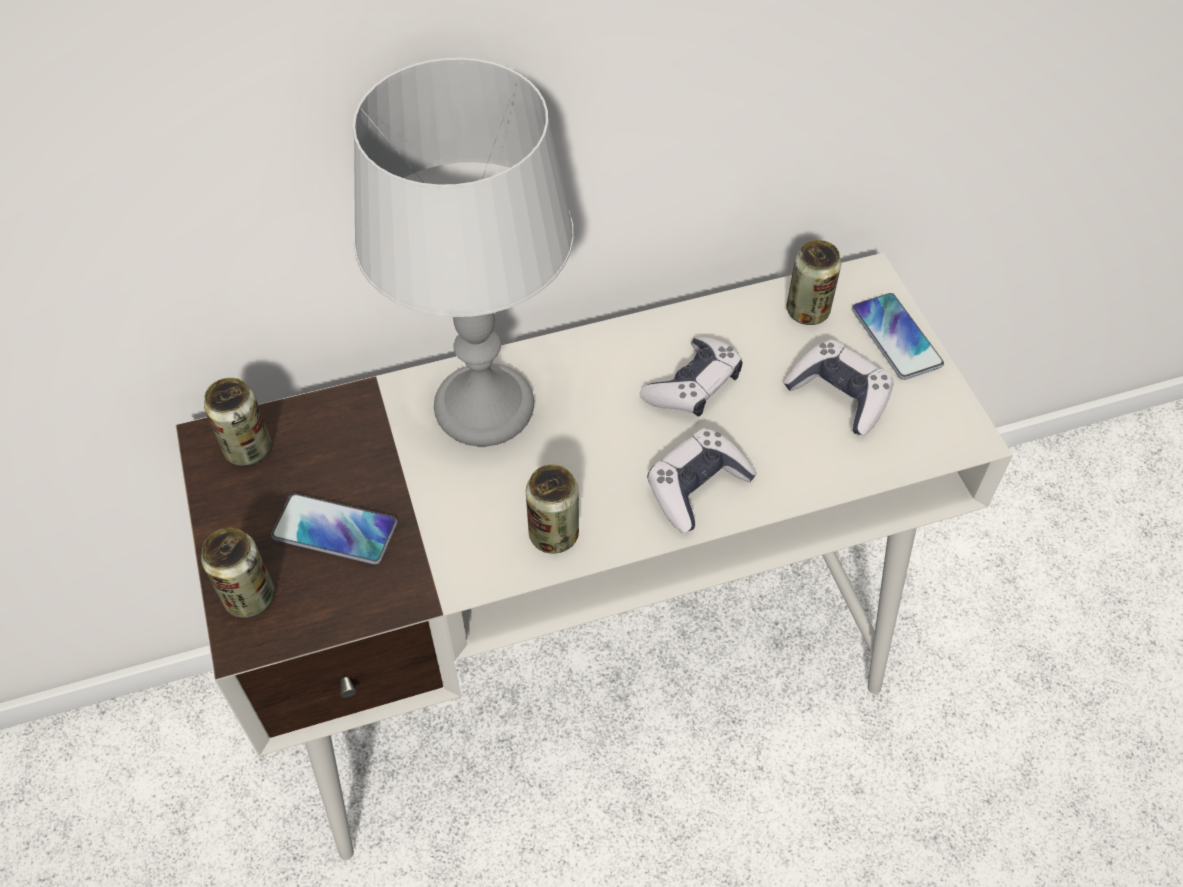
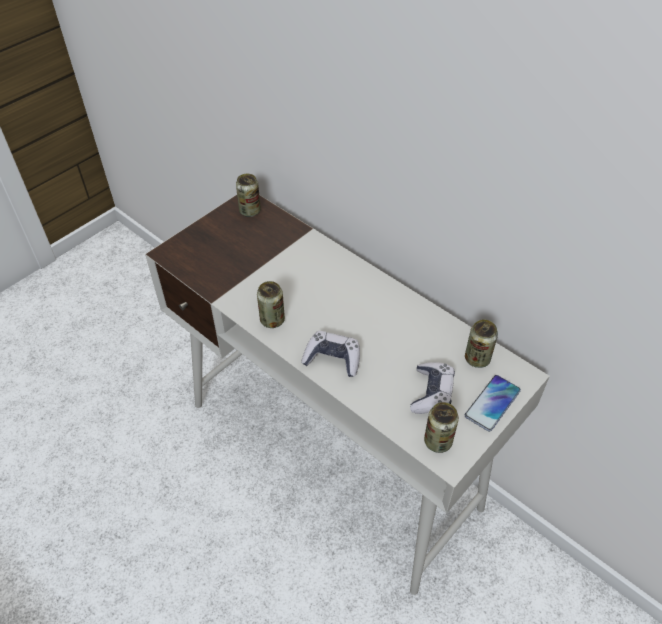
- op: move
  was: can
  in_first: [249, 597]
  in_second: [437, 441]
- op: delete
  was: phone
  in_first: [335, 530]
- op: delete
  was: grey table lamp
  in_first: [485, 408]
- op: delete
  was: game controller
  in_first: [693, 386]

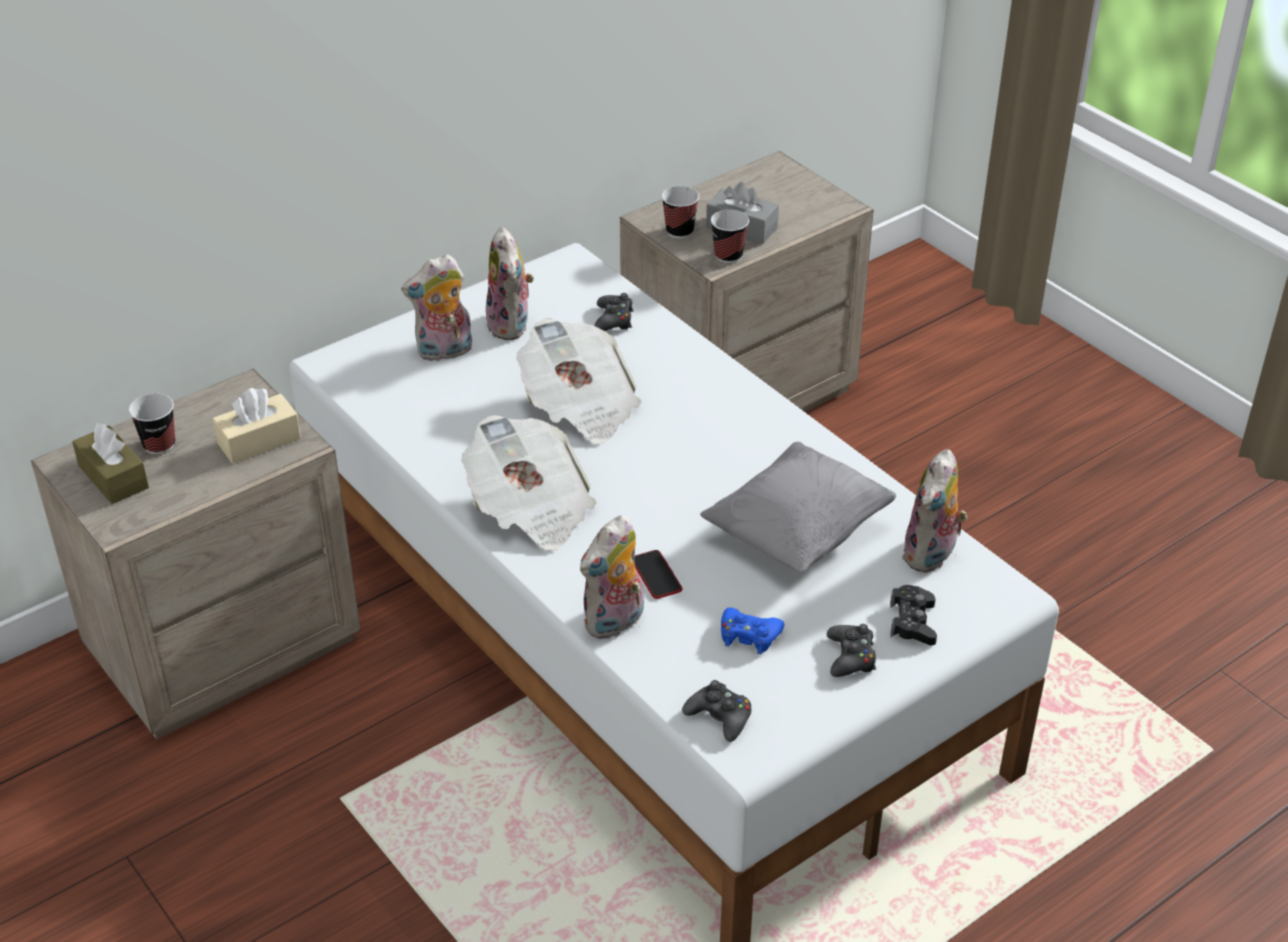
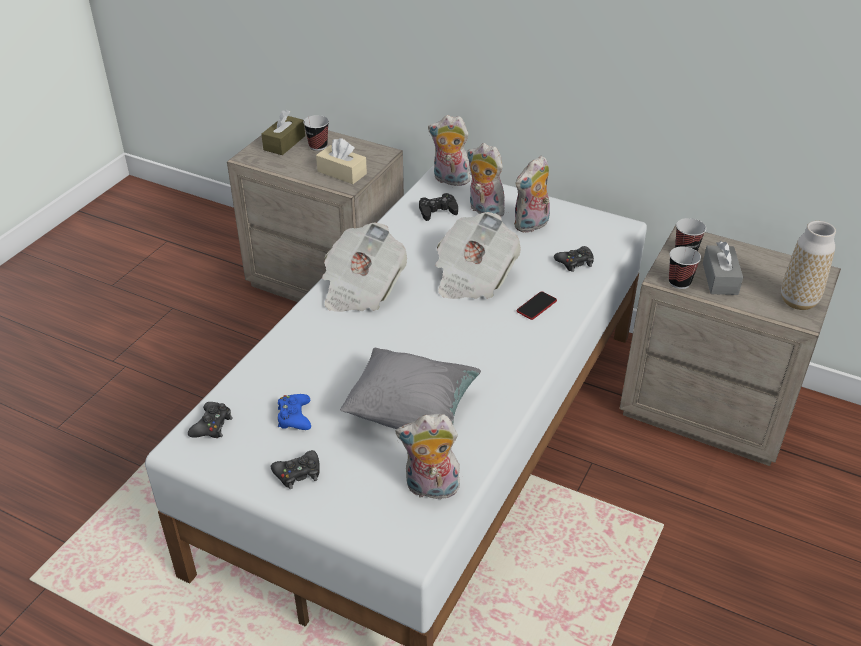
- op: move
  was: plush toy
  in_first: [615, 623]
  in_second: [449, 180]
- op: move
  was: phone
  in_first: [656, 575]
  in_second: [536, 306]
- op: move
  was: black game controller
  in_first: [912, 622]
  in_second: [437, 211]
- op: insert
  now: vase
  in_second: [798, 301]

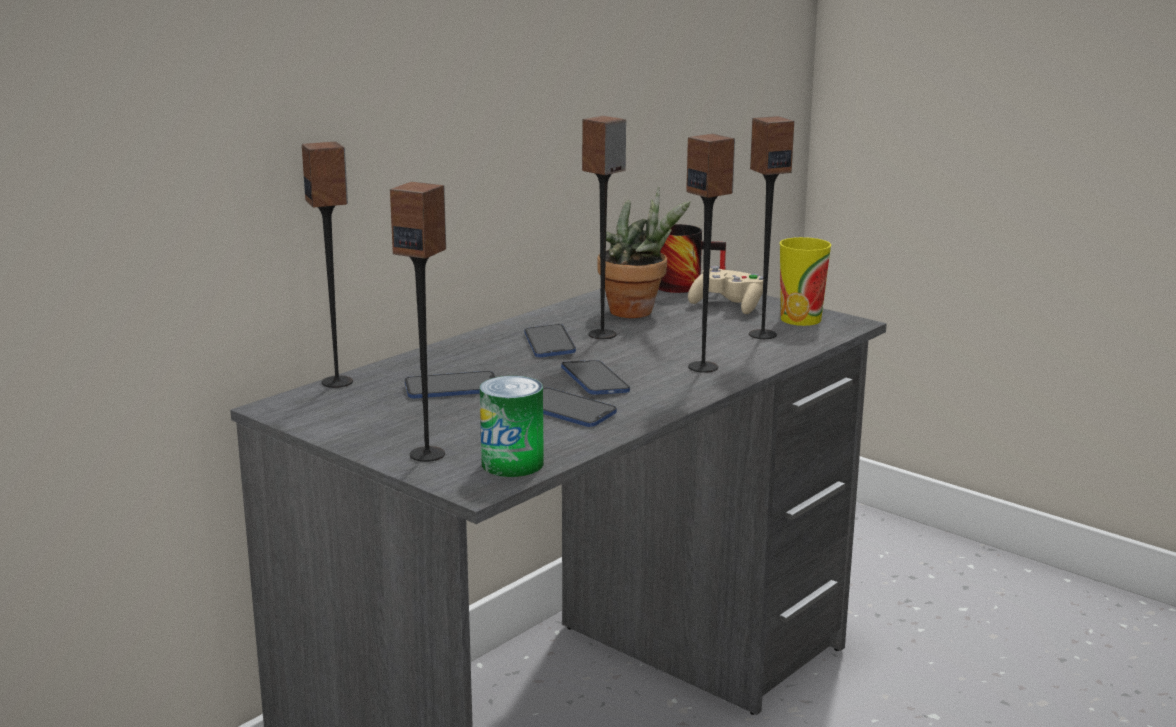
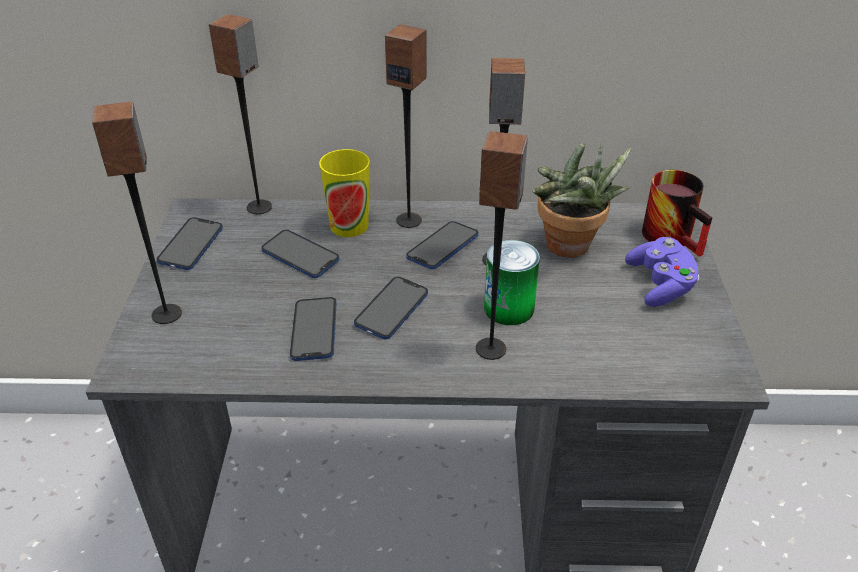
- op: move
  was: can
  in_first: [512, 464]
  in_second: [509, 308]
- op: recolor
  was: beige game controller
  now: purple game controller
  in_first: [728, 306]
  in_second: [660, 285]
- op: move
  was: speaker
  in_first: [762, 334]
  in_second: [409, 220]
- op: move
  was: cup
  in_first: [800, 319]
  in_second: [349, 226]
- op: insert
  now: phone
  in_second: [191, 245]

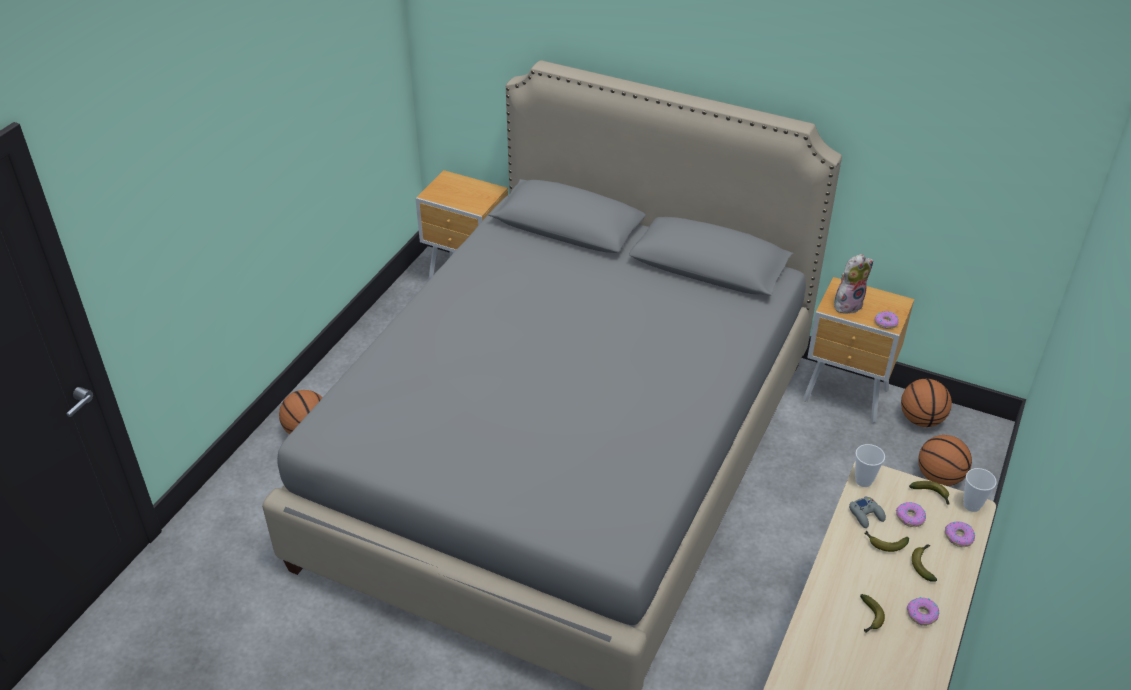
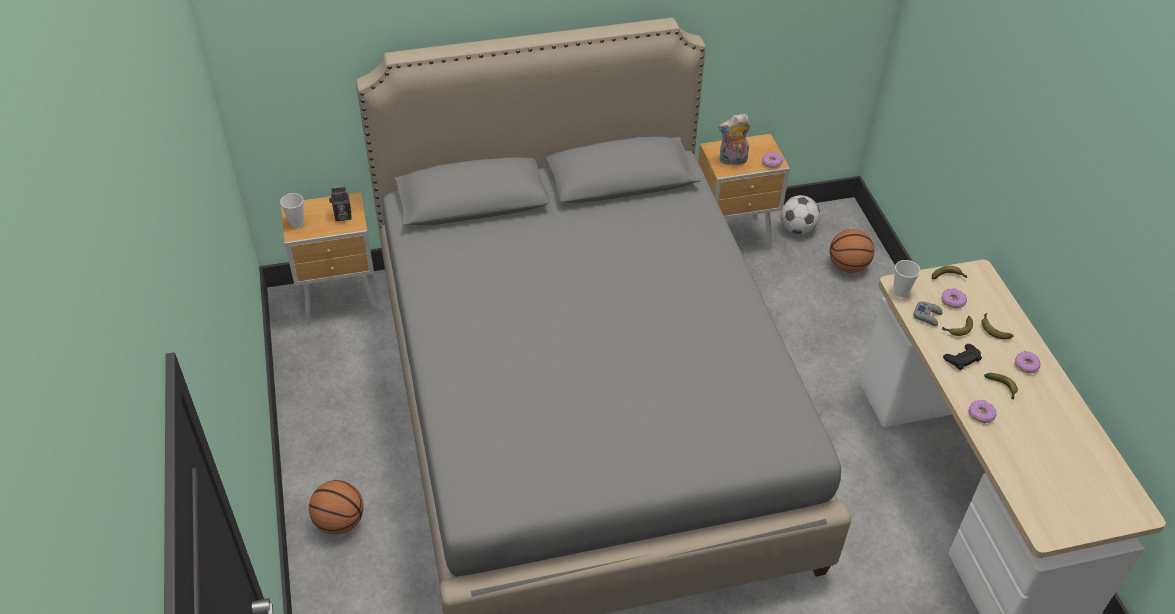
- op: rotate
  was: plush toy
  in_first: [848, 304]
  in_second: [732, 161]
  clockwise: -120
- op: replace
  was: basketball
  now: football
  in_first: [921, 419]
  in_second: [797, 229]
- op: move
  was: donut
  in_first: [958, 537]
  in_second: [981, 414]
- op: move
  was: cup
  in_first: [972, 505]
  in_second: [296, 223]
- op: insert
  now: photo camera
  in_second: [342, 216]
- op: insert
  now: black game controller
  in_second: [962, 359]

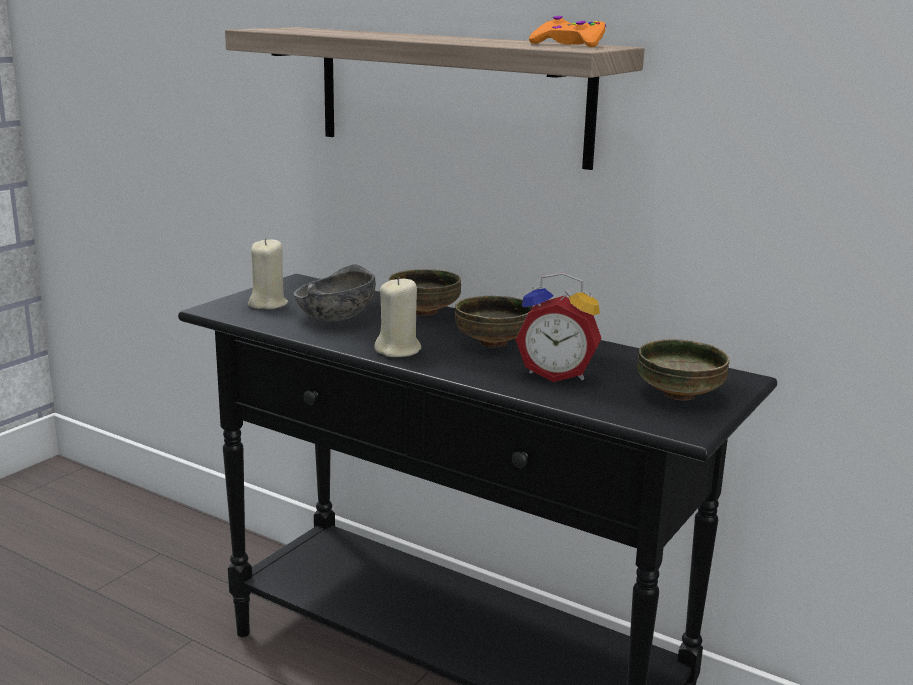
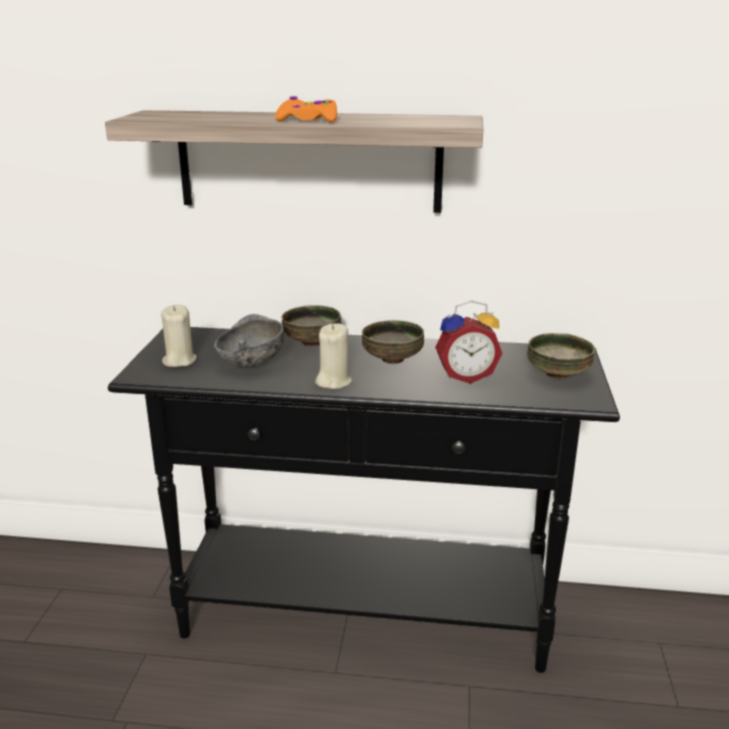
- op: move
  was: orange game controller
  in_first: [569, 44]
  in_second: [308, 120]

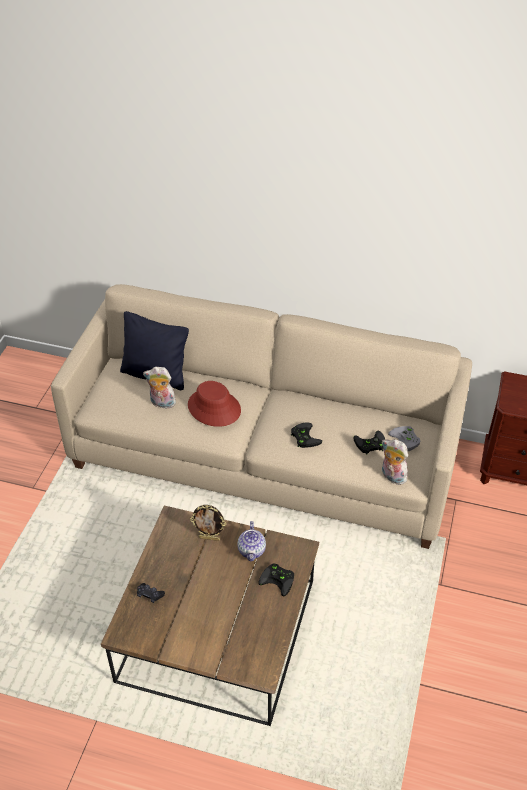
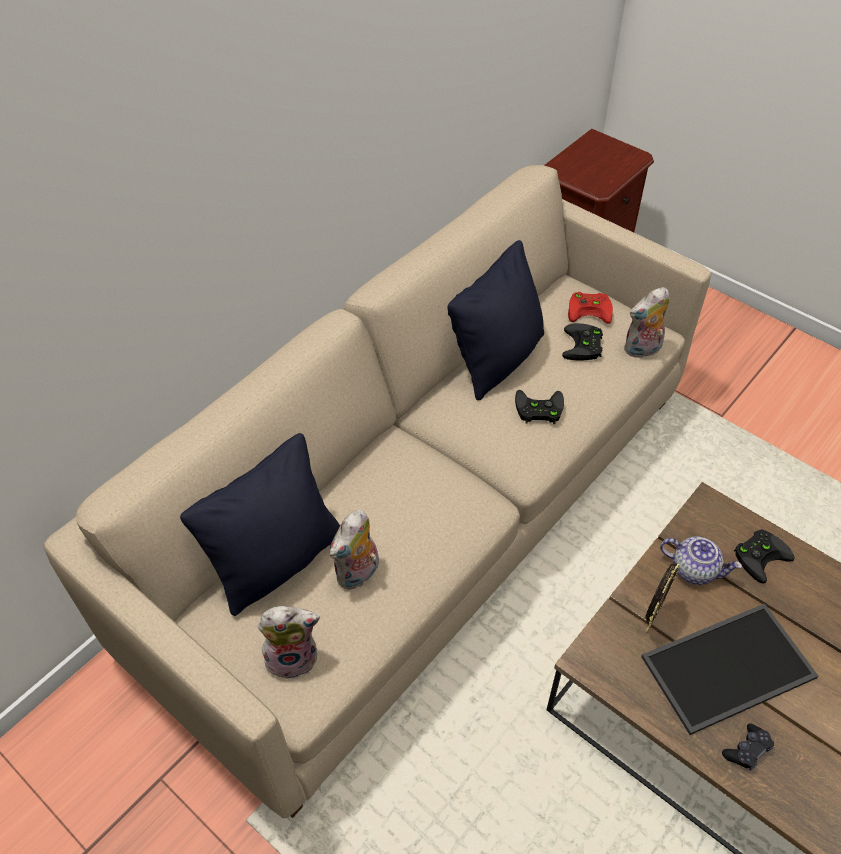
- op: delete
  was: red hat
  in_first: [214, 408]
- op: recolor
  was: grey game controller
  now: red game controller
  in_first: [406, 441]
  in_second: [590, 309]
- op: insert
  now: plush toy
  in_second: [293, 657]
- op: insert
  now: black pillow
  in_second: [497, 360]
- op: insert
  now: tray
  in_second: [728, 670]

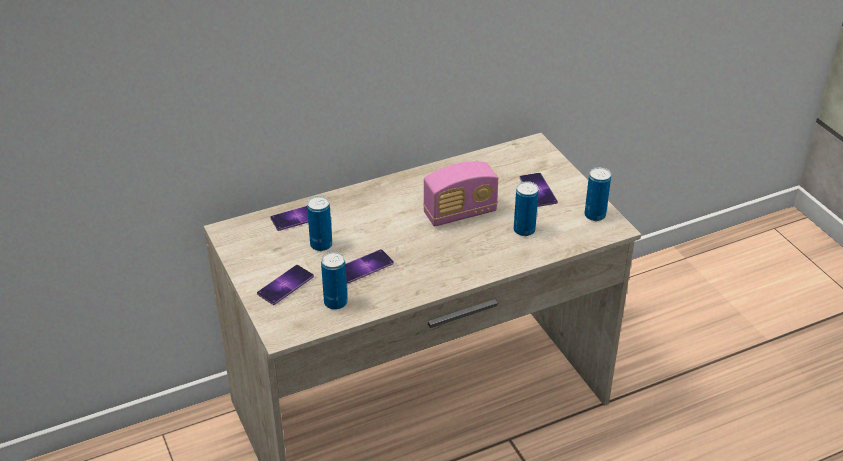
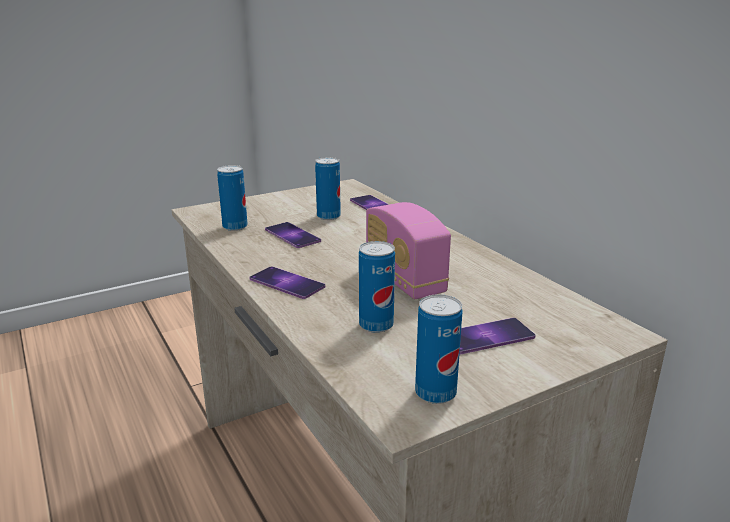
- op: move
  was: phone
  in_first: [285, 285]
  in_second: [287, 283]

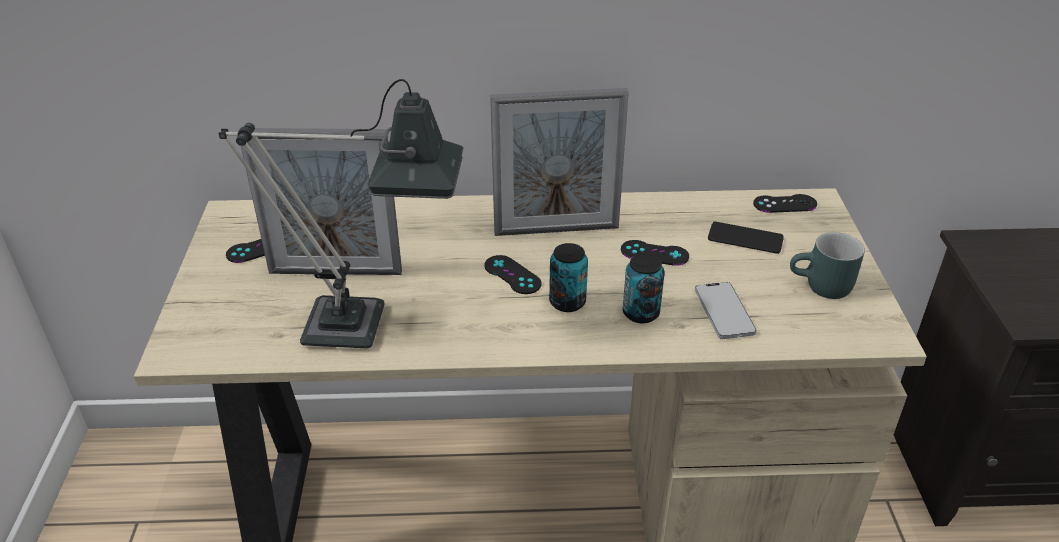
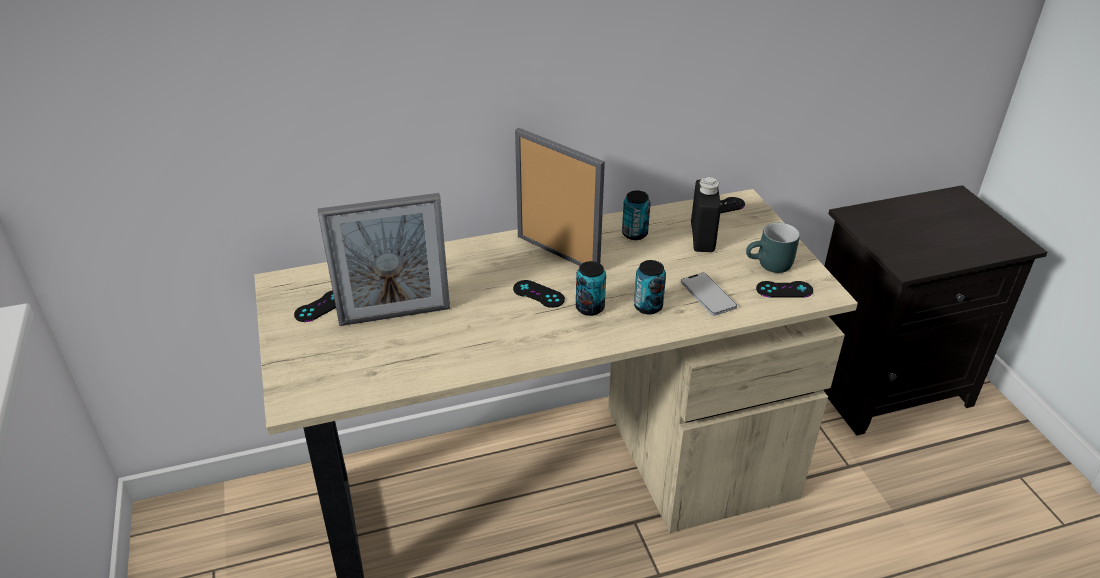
- op: delete
  was: table lamp
  in_first: [365, 327]
- op: rotate
  was: picture frame
  in_first: [556, 230]
  in_second: [557, 253]
  clockwise: -120
- op: move
  was: black game controller
  in_first: [654, 253]
  in_second: [784, 290]
- op: replace
  was: phone
  now: black bottle
  in_first: [745, 238]
  in_second: [702, 237]
- op: insert
  now: can
  in_second: [634, 234]

